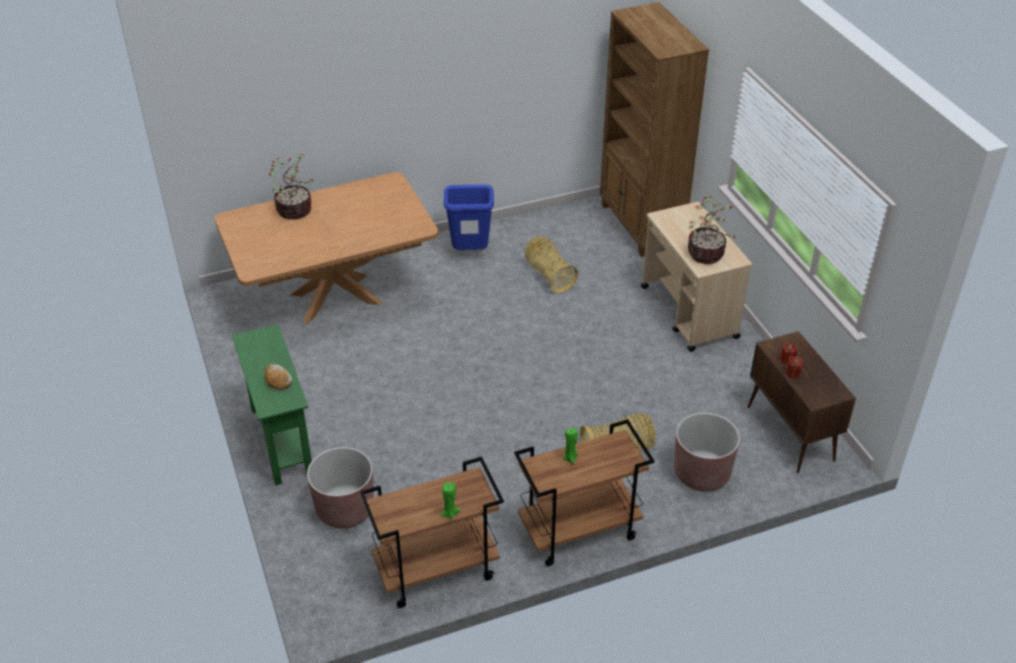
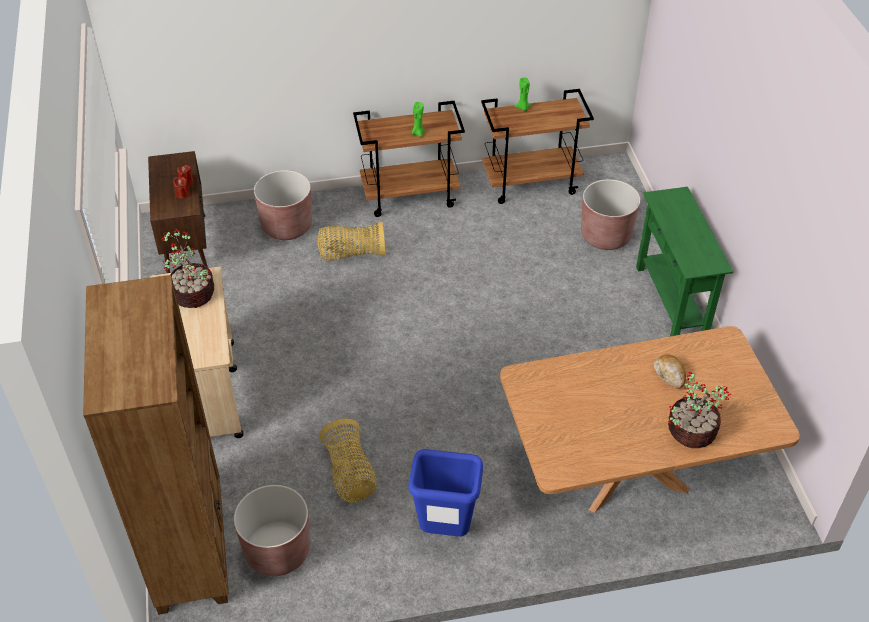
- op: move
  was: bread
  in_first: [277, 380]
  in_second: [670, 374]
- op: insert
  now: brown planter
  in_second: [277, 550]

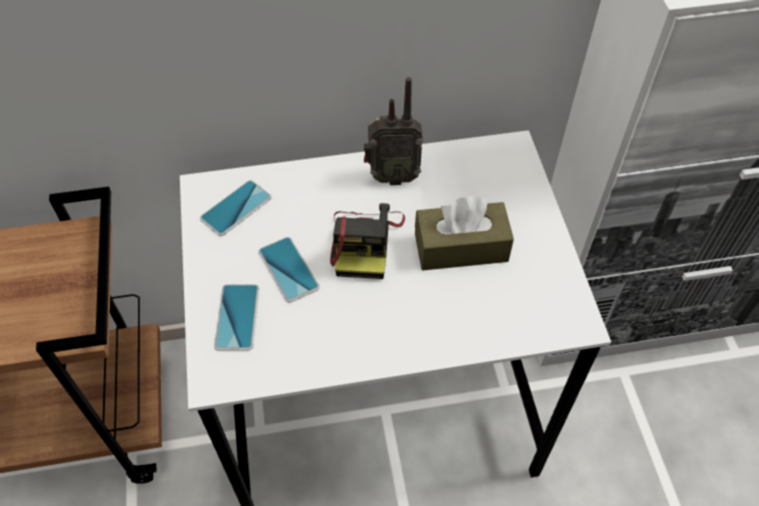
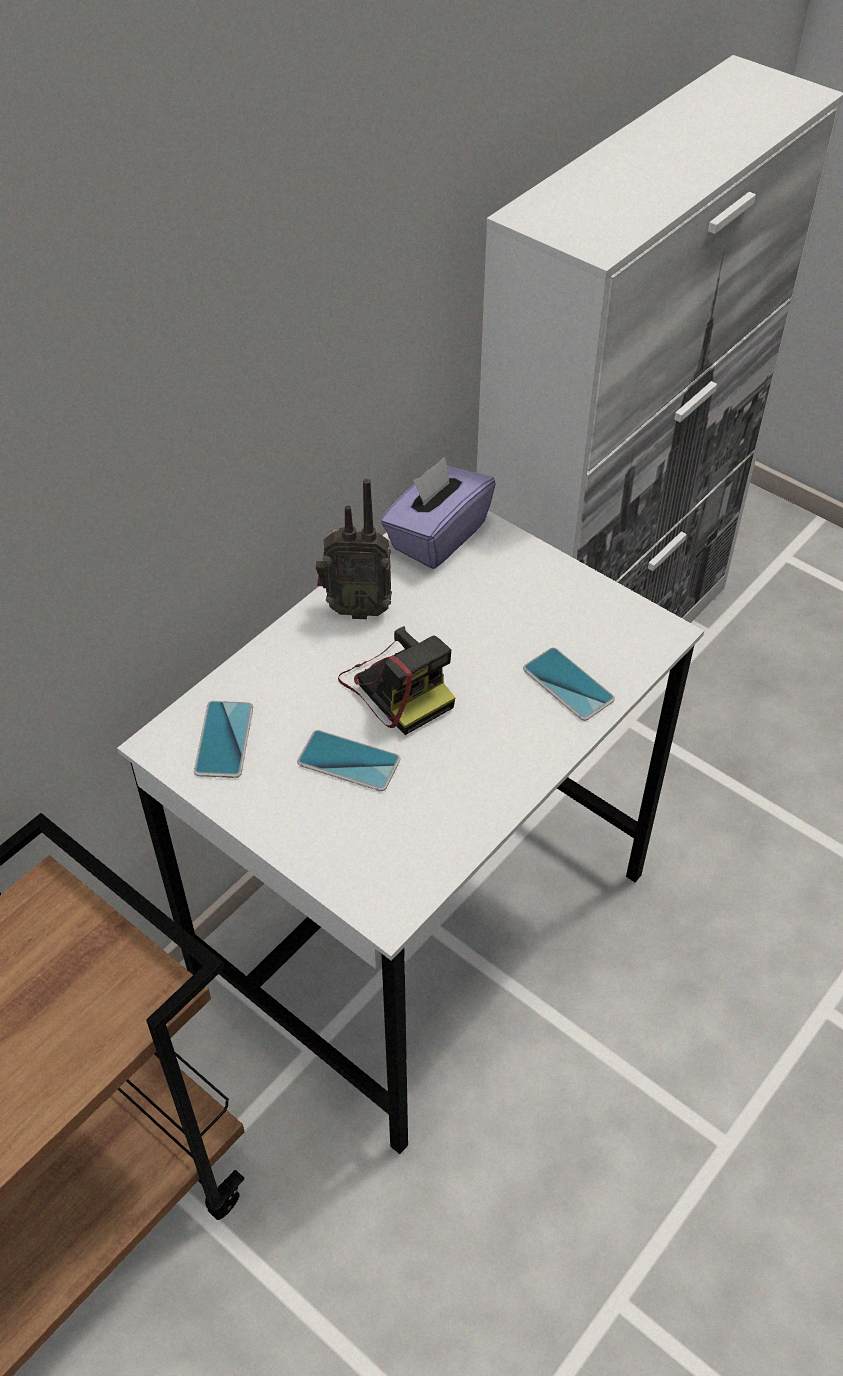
- op: move
  was: phone
  in_first: [237, 317]
  in_second: [568, 685]
- op: rotate
  was: radio
  in_first: [391, 176]
  in_second: [356, 608]
  clockwise: 45
- op: delete
  was: brown tissue box
  in_first: [461, 247]
- op: insert
  now: purple tissue box
  in_second: [437, 536]

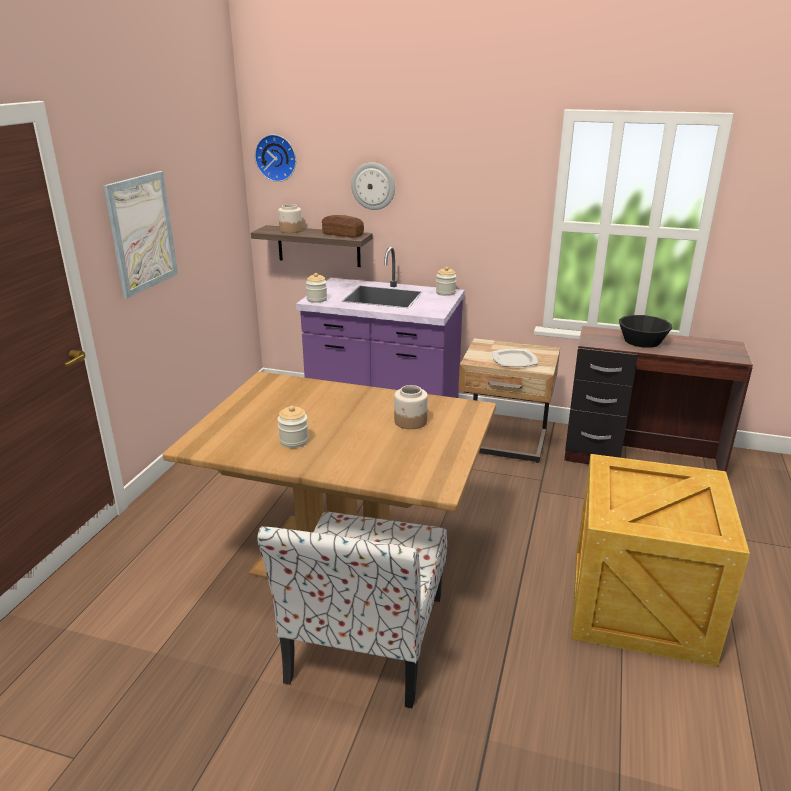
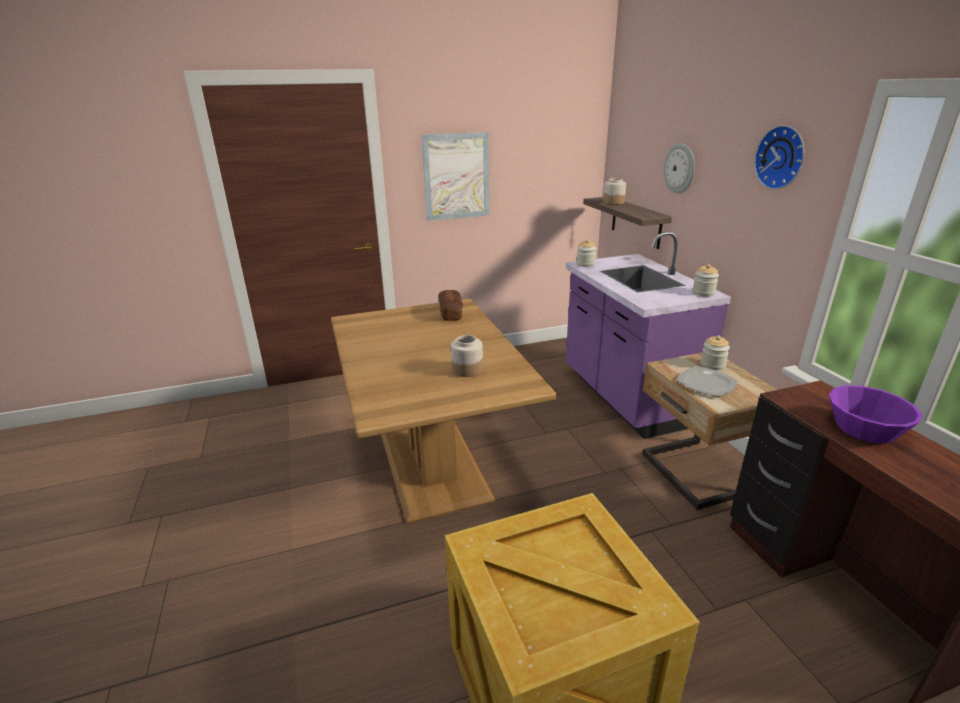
- op: move
  was: wall clock
  in_first: [277, 157]
  in_second: [782, 157]
- op: delete
  was: chair
  in_first: [365, 640]
- op: move
  was: jar
  in_first: [294, 441]
  in_second: [712, 365]
- op: move
  was: bread
  in_first: [343, 235]
  in_second: [450, 313]
- op: recolor
  was: black bowl
  now: purple bowl
  in_first: [642, 341]
  in_second: [865, 428]

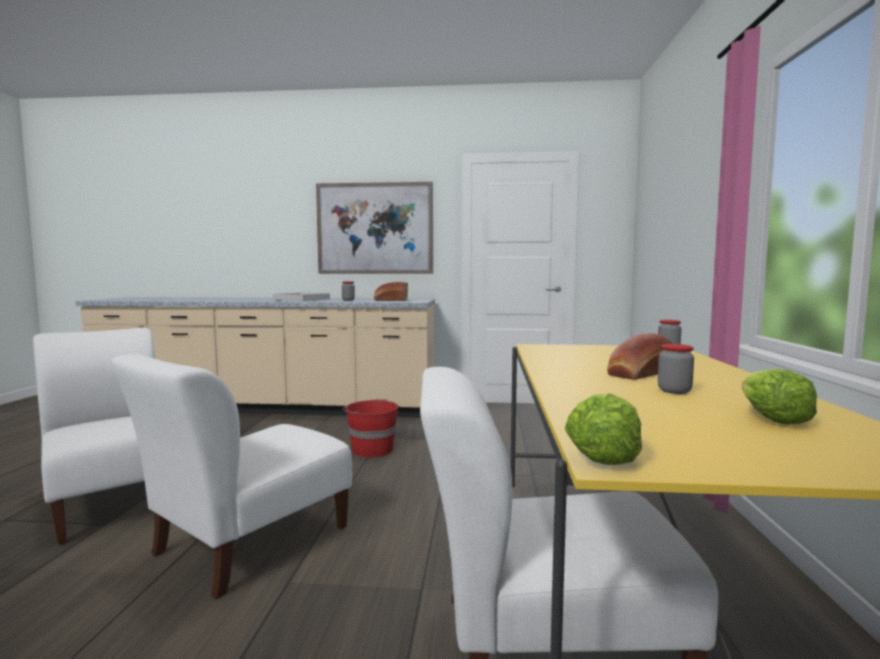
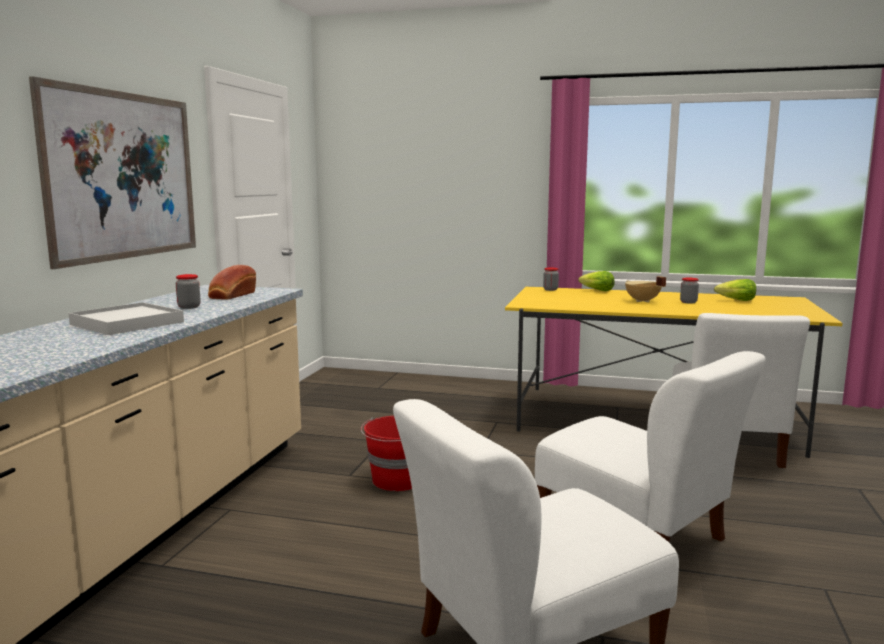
- op: move
  was: lettuce
  in_first: [603, 454]
  in_second: [597, 290]
- op: replace
  was: bread
  now: beige cooking pot
  in_first: [637, 374]
  in_second: [642, 301]

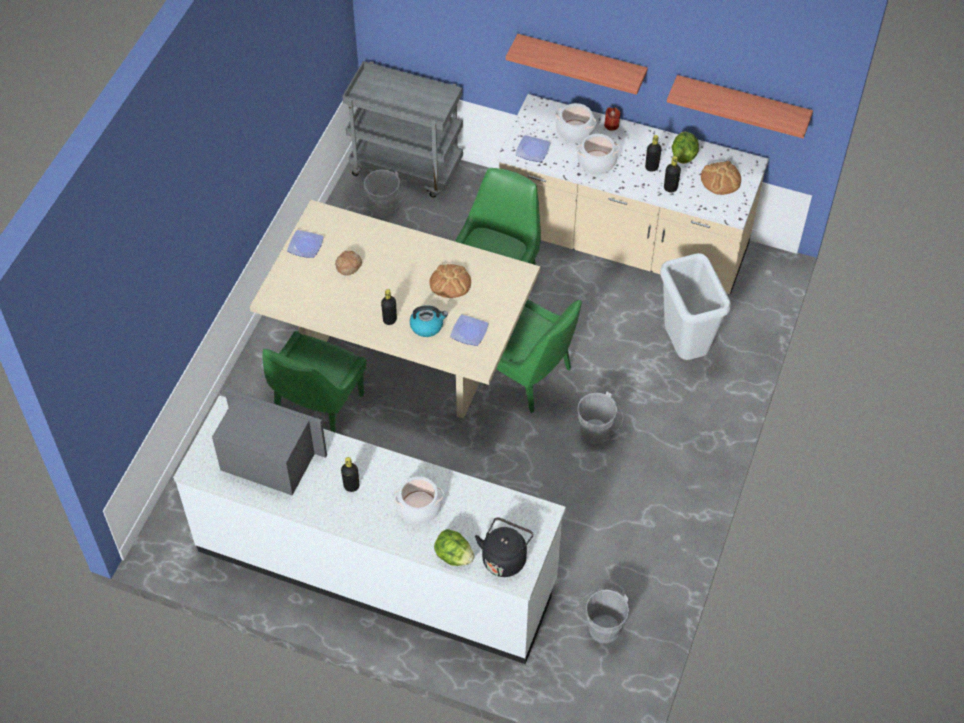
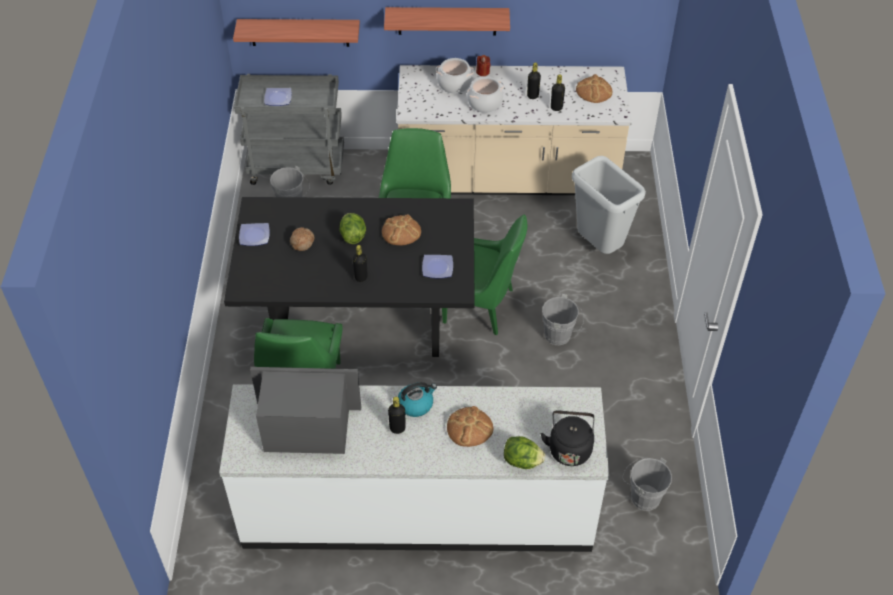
- op: recolor
  was: beige dining table
  now: black dining table
  in_first: [402, 356]
  in_second: [361, 320]
- op: replace
  was: cooking pot
  now: bread
  in_first: [418, 507]
  in_second: [469, 428]
- op: move
  was: kettle
  in_first: [427, 326]
  in_second: [416, 404]
- op: move
  was: plate
  in_first: [533, 151]
  in_second: [278, 98]
- op: move
  was: shelf
  in_first: [742, 105]
  in_second: [299, 32]
- op: move
  was: lettuce
  in_first: [683, 155]
  in_second: [352, 236]

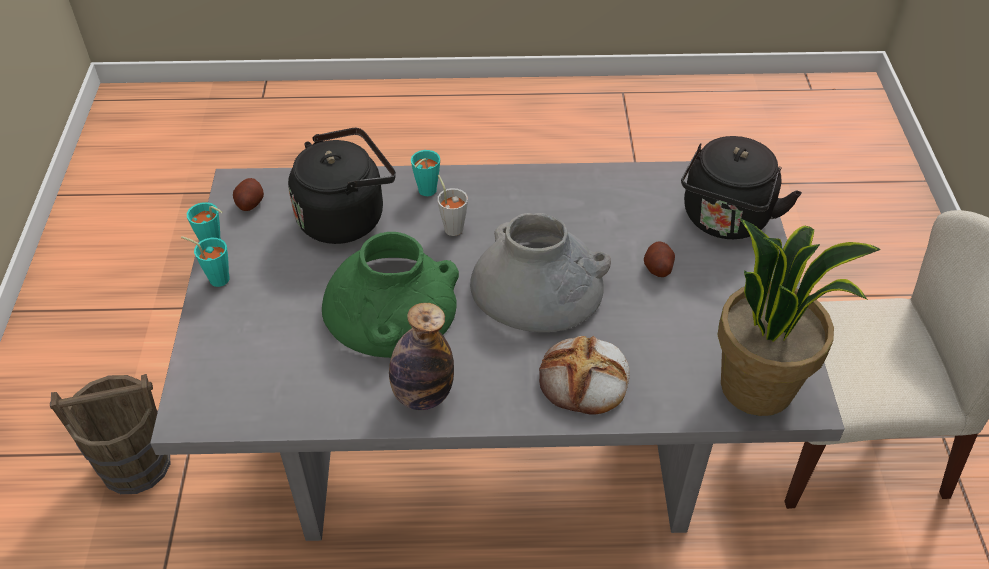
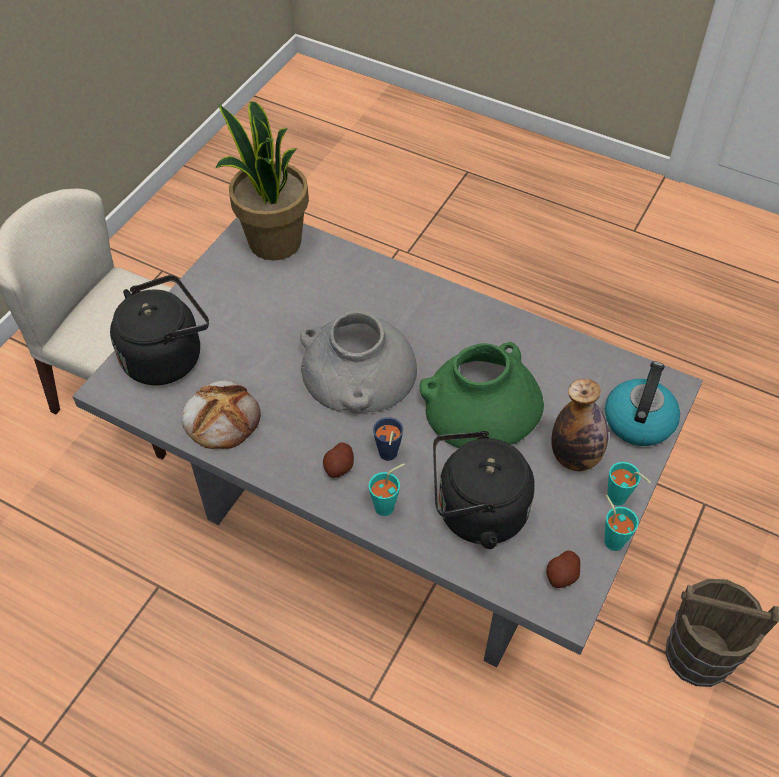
- op: move
  was: bottle
  in_first: [422, 395]
  in_second: [575, 457]
- op: recolor
  was: grey cup
  now: blue cup
  in_first: [452, 226]
  in_second: [387, 456]
- op: move
  was: bread
  in_first: [584, 380]
  in_second: [221, 417]
- op: move
  was: potato
  in_first: [658, 268]
  in_second: [339, 467]
- op: insert
  now: kettle
  in_second: [638, 420]

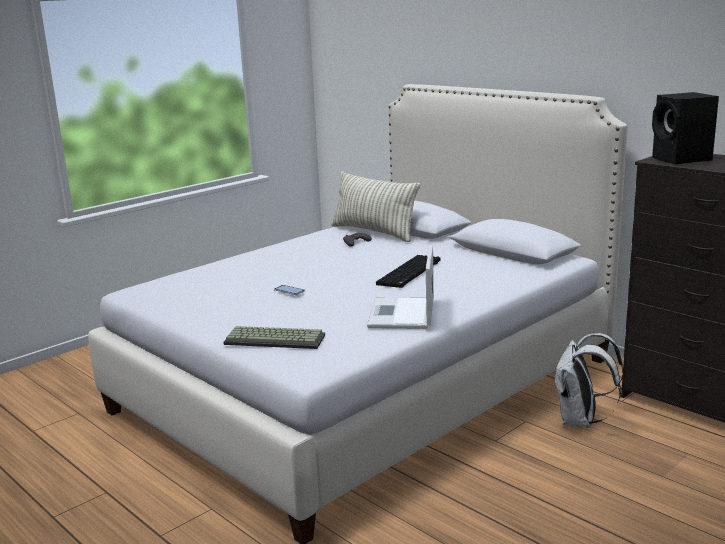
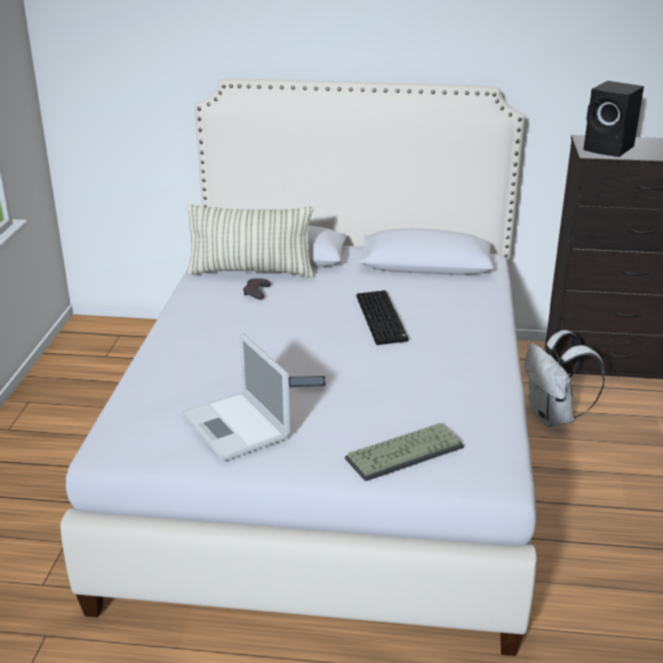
- op: move
  was: laptop
  in_first: [402, 314]
  in_second: [237, 427]

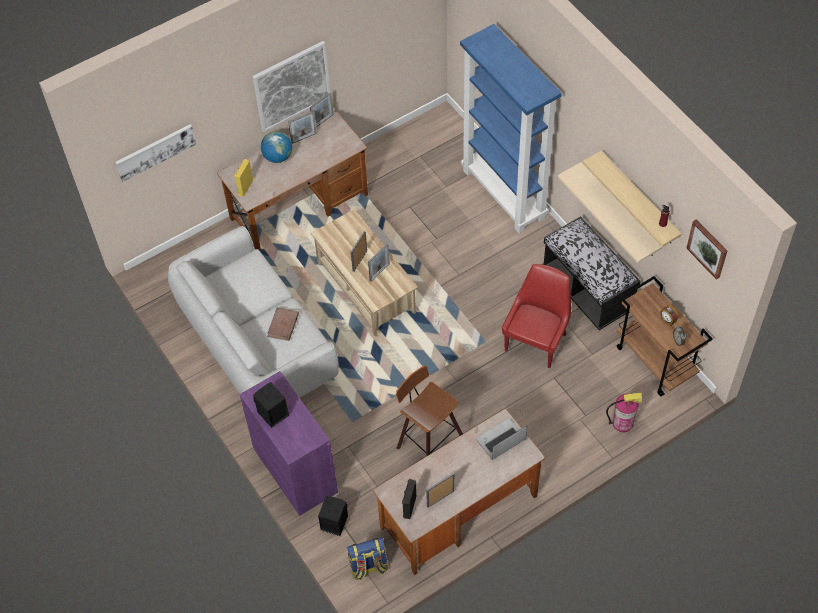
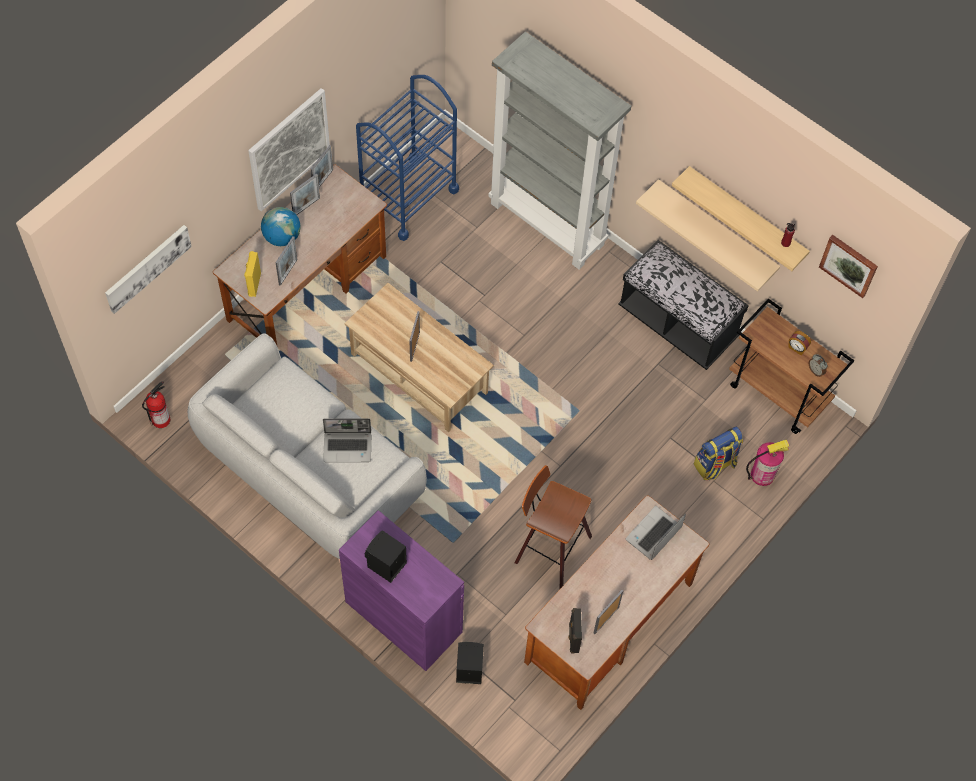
- op: replace
  was: brown book
  now: laptop
  in_first: [283, 325]
  in_second: [348, 447]
- op: move
  was: backpack
  in_first: [368, 567]
  in_second: [715, 465]
- op: move
  was: picture frame
  in_first: [379, 272]
  in_second: [288, 272]
- op: recolor
  was: blue bookcase
  now: grey bookcase
  in_first: [504, 194]
  in_second: [548, 224]
- op: delete
  was: red chair
  in_first: [536, 340]
- op: insert
  now: fire extinguisher
  in_second: [161, 419]
- op: insert
  now: blue cart
  in_second: [408, 197]

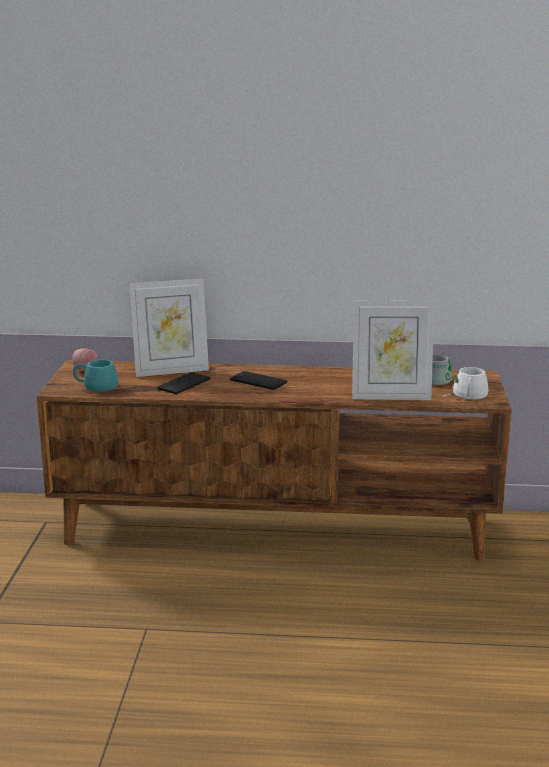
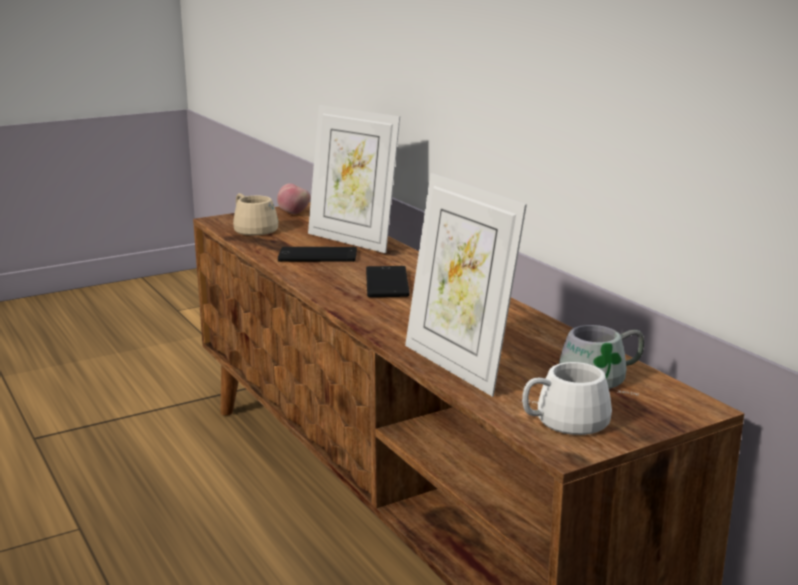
- op: recolor
  was: turquoise mug
  now: beige mug
  in_first: [96, 385]
  in_second: [257, 227]

